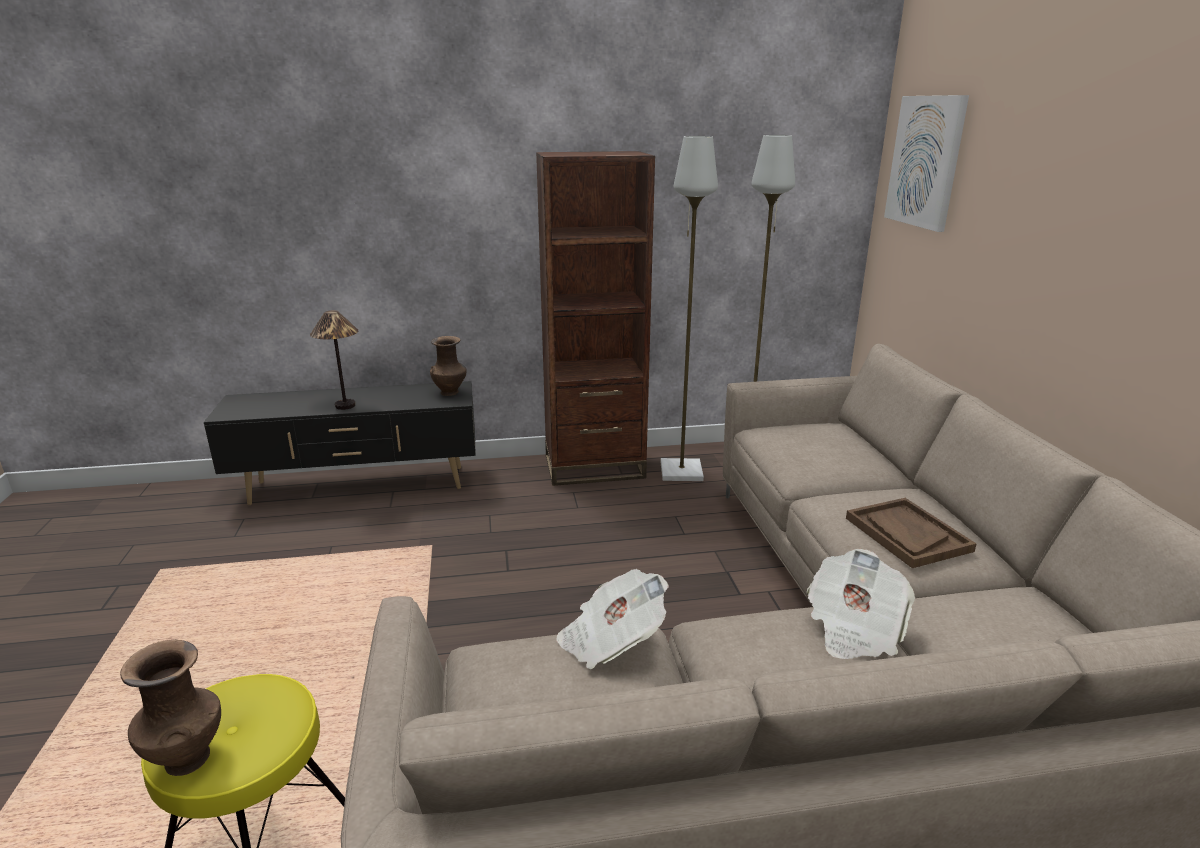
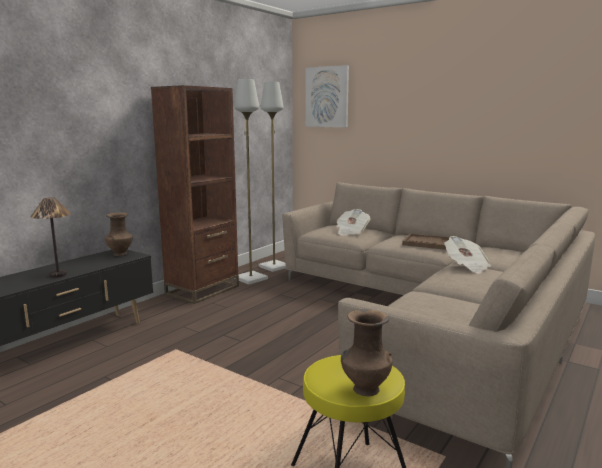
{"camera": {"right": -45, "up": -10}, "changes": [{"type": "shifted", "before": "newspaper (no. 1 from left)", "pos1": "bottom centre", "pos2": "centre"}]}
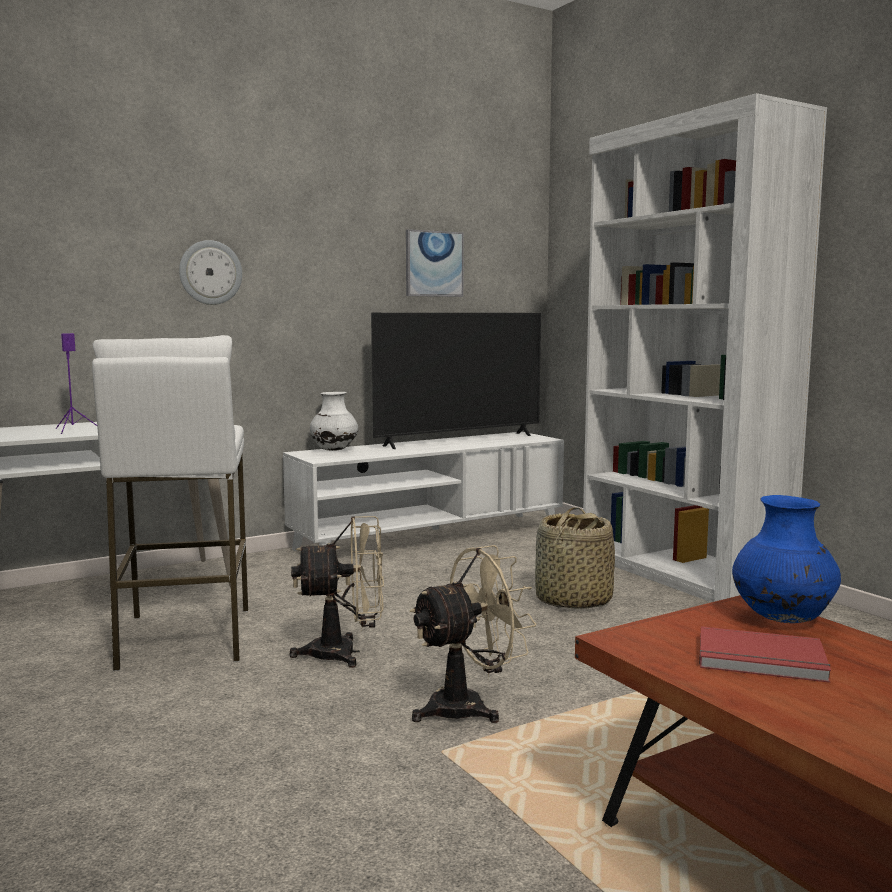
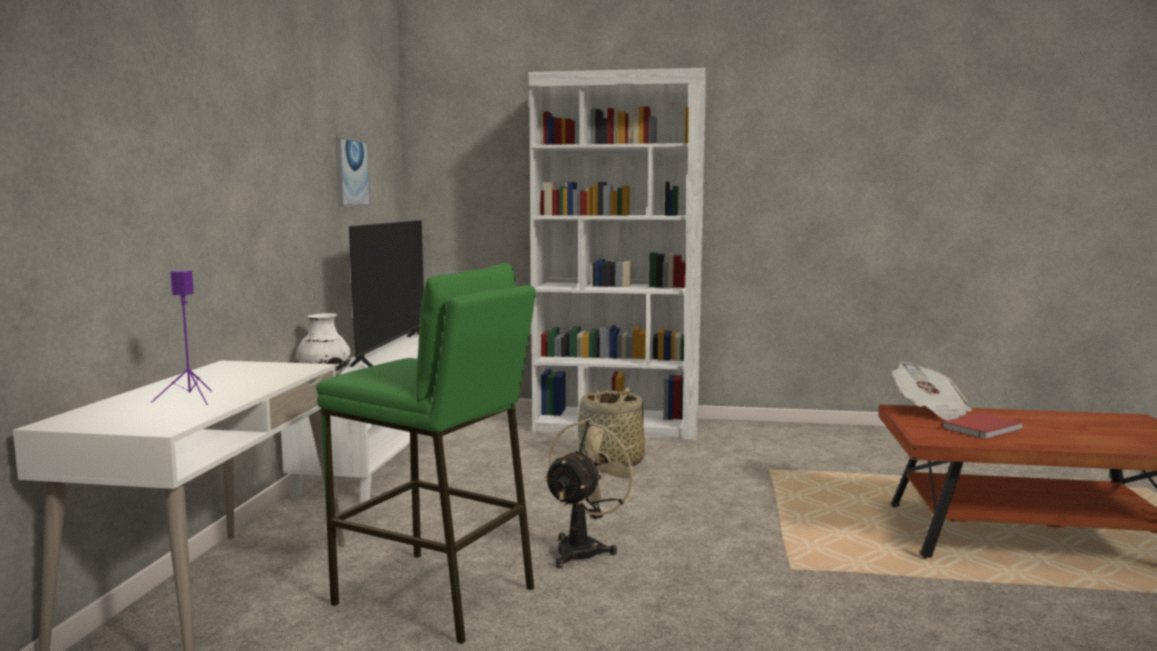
{"camera": {"right": -50, "up": 0}, "changes": [{"type": "repainted", "before": "white stool", "after": "green stool", "pos1": "middle left", "pos2": "bottom centre"}, {"type": "gone", "before": "wall clock", "pos1": "top left"}, {"type": "gone", "before": "beige fan (no. 2 from left)", "pos1": "bottom centre"}, {"type": "swapped", "before": "blue vase", "after": "newspaper", "pos1": "middle right", "pos2": "middle right"}]}
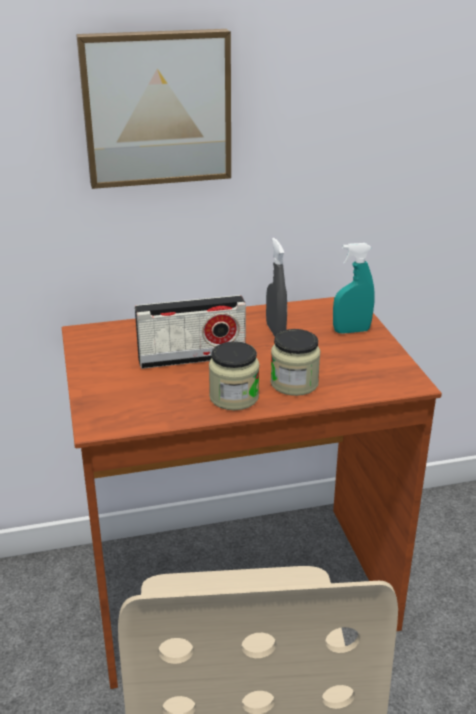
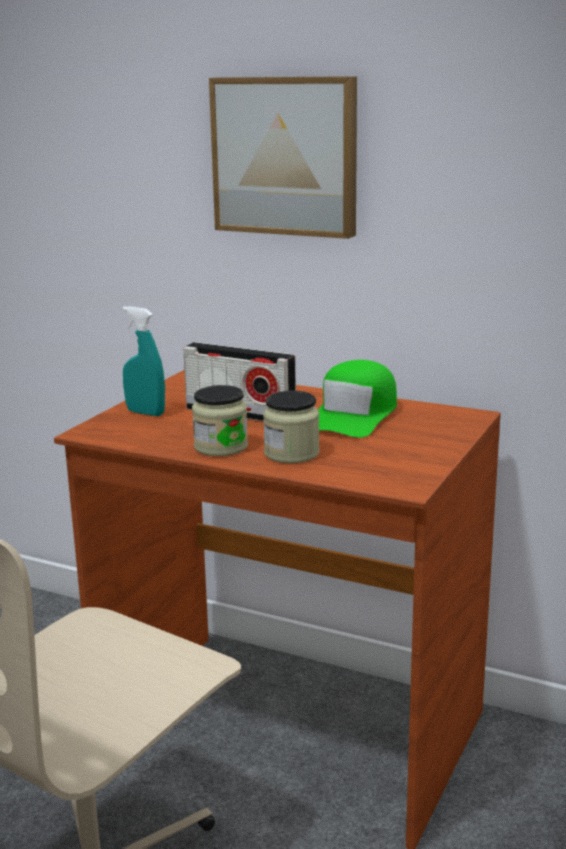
{"camera": {"right": 40, "up": -10}, "changes": [{"type": "swapped", "before": "grey spray bottle", "after": "green cap", "pos1": "centre", "pos2": "centre"}, {"type": "shifted", "before": "turquoise spray bottle", "pos1": "middle right", "pos2": "middle left"}]}
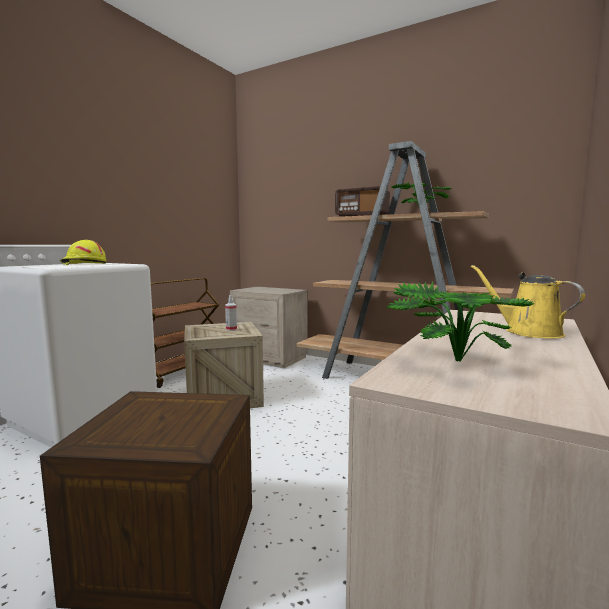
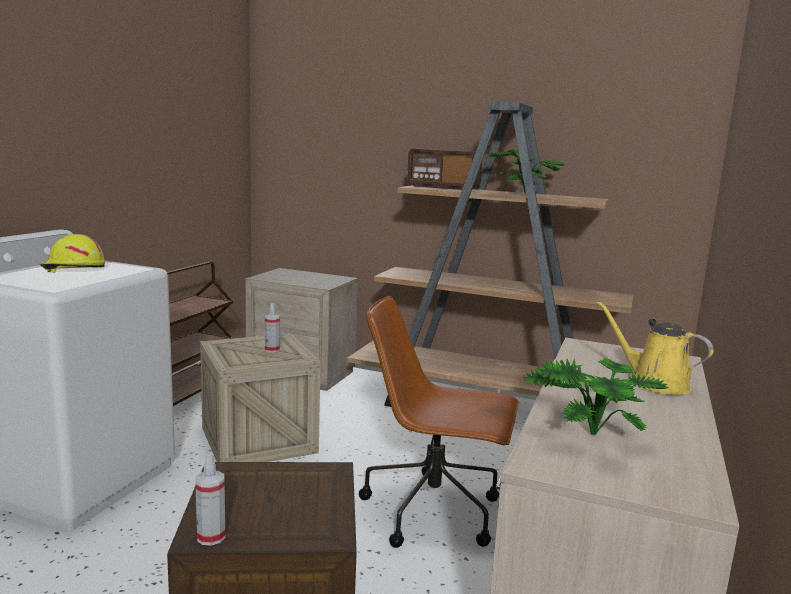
{"camera": {"right": -10, "up": 5}, "changes": [{"type": "new", "after": "spray bottle (no. 1 from left)", "pos2": "bottom left"}, {"type": "new", "after": "brown office chair", "pos2": "bottom centre"}]}
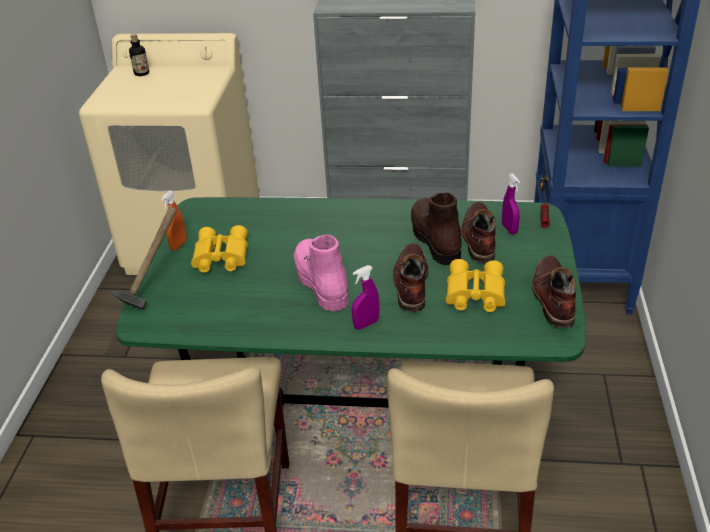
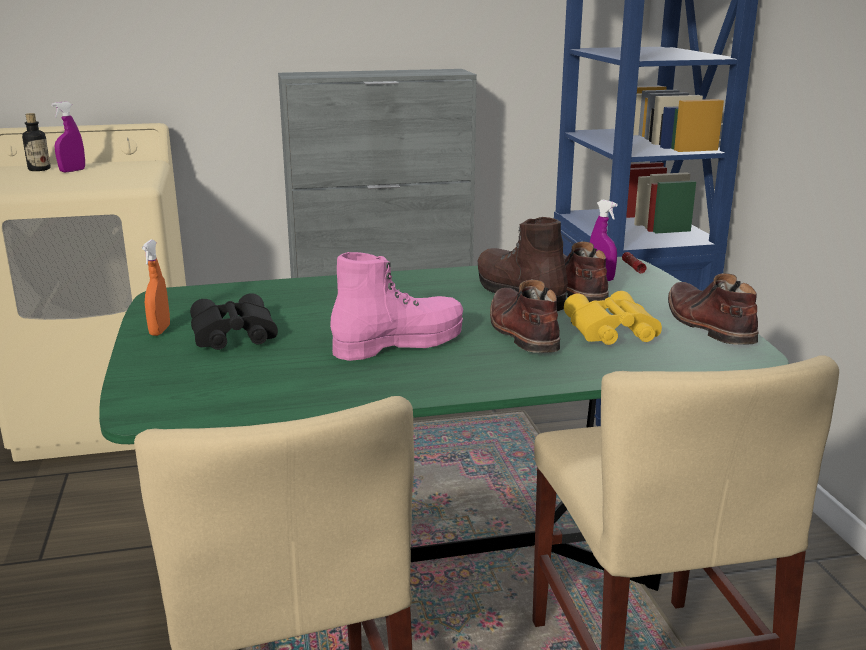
{"camera": {"right": -20, "up": -15}, "changes": [{"type": "gone", "before": "hammer", "pos1": "middle left"}, {"type": "repainted", "before": "yellow binoculars (no. 1 from left)", "after": "black binoculars", "pos1": "middle left", "pos2": "middle left"}, {"type": "rotated", "before": "pink boot", "pos1": "centre", "pos2": "centre", "turn": 105}, {"type": "shifted", "before": "purple spray bottle (no. 1 from left)", "pos1": "centre", "pos2": "top left"}]}
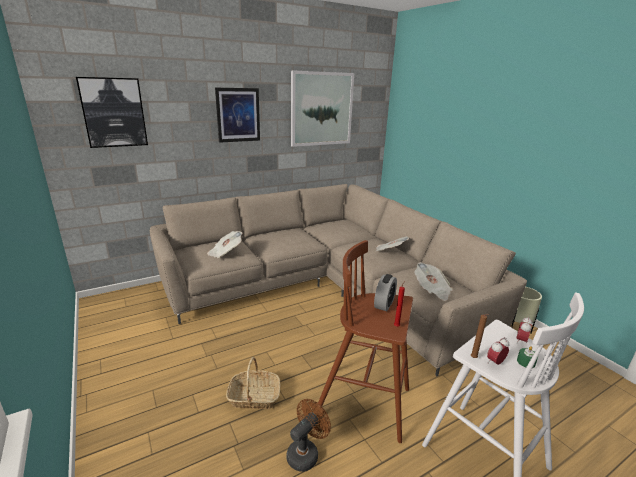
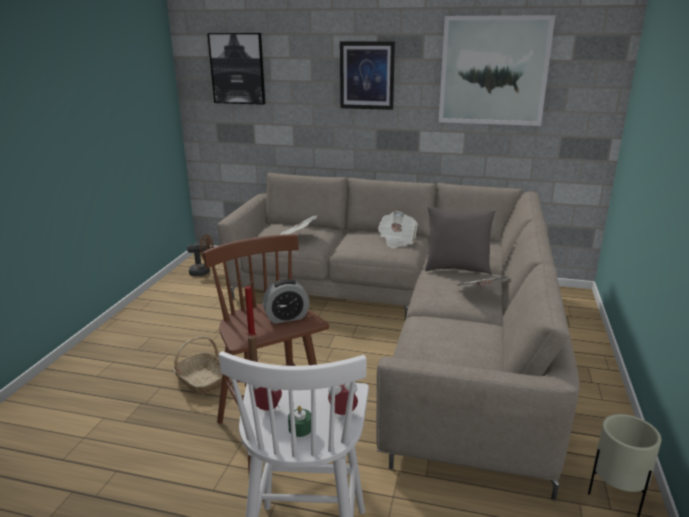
{"camera": {"right": 45, "up": 0}, "changes": [{"type": "shifted", "before": "brown fan", "pos1": "bottom centre", "pos2": "middle left"}, {"type": "shifted", "before": "newspaper (no. 3 from left in the first image)", "after": "newspaper (no. 2 from left)", "pos1": "middle right", "pos2": "centre"}, {"type": "new", "after": "grey pillow", "pos2": "middle right"}]}
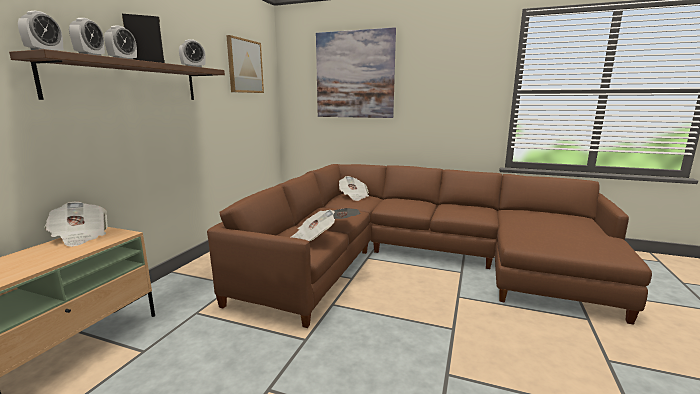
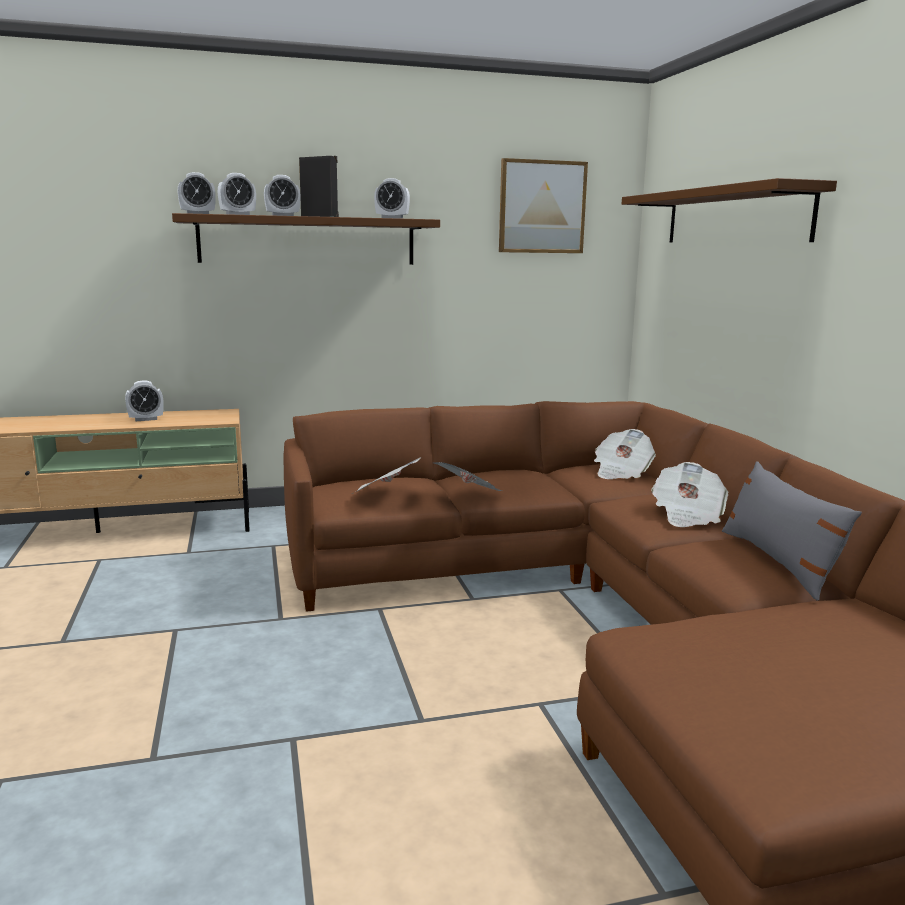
{"camera": {"right": 55, "up": 0}, "changes": [{"type": "shifted", "before": "newspaper (no. 1 from left in the first image)", "after": "newspaper (no. 4 from left)", "pos1": "middle left", "pos2": "middle right"}, {"type": "swapped", "before": "picture (no. 2 from left)", "after": "brown shelf (no. 2 from left)", "pos1": "top centre", "pos2": "top right"}, {"type": "new", "after": "alarm clock (no. 1 from left)", "pos2": "middle left"}, {"type": "new", "after": "grey pillow", "pos2": "middle right"}]}
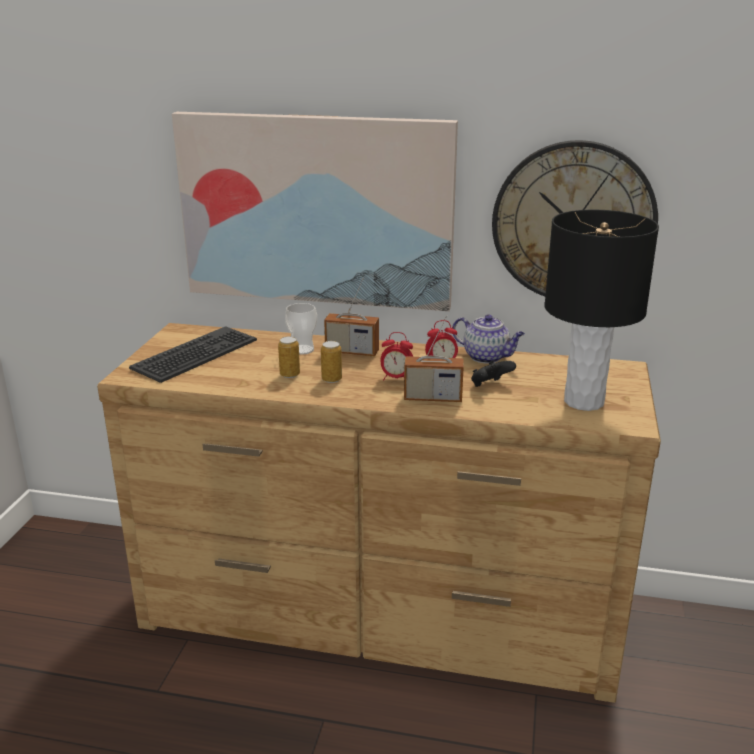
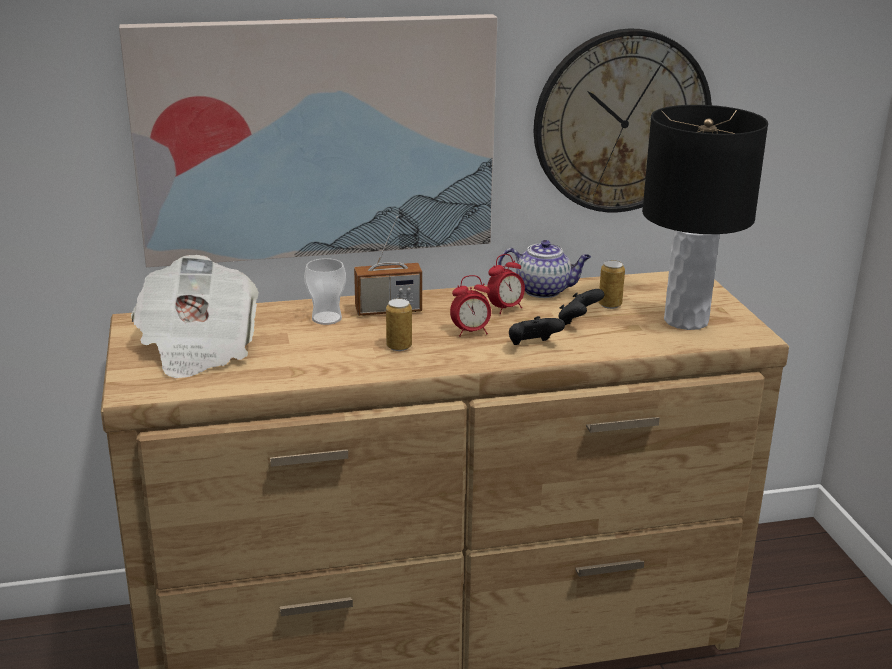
{"camera": {"right": -25, "up": 0}, "changes": [{"type": "swapped", "before": "keyboard", "after": "newspaper", "pos1": "middle left", "pos2": "middle left"}, {"type": "shifted", "before": "can (no. 1 from left in the first image)", "after": "can (no. 2 from left)", "pos1": "centre", "pos2": "middle right"}, {"type": "swapped", "before": "radio (no. 2 from left)", "after": "black game controller (no. 1 from left)", "pos1": "centre", "pos2": "centre"}]}
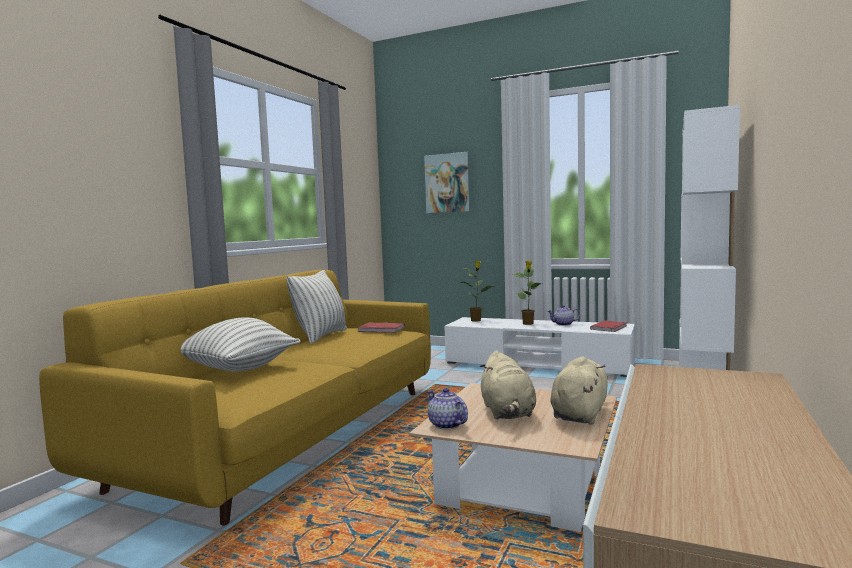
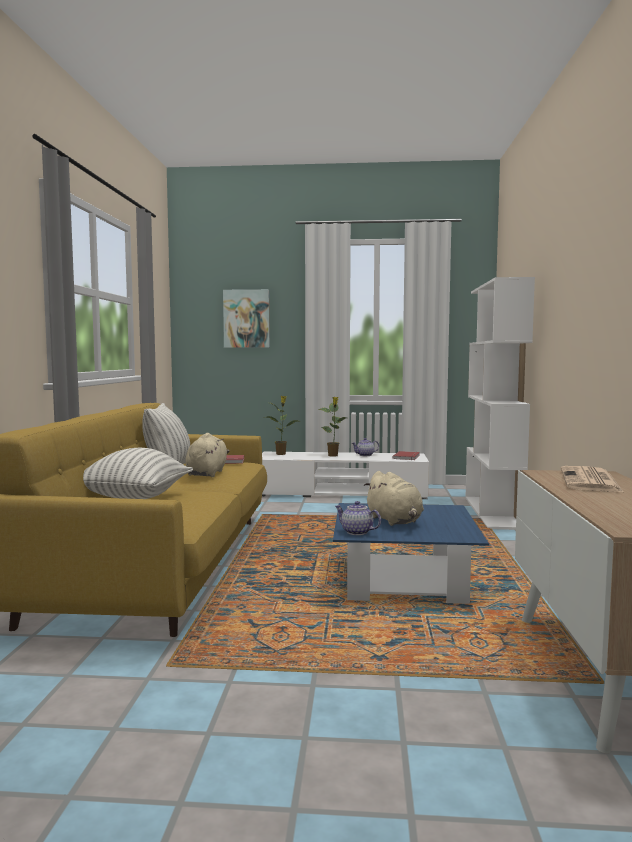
{"camera": {"right": -20, "up": 0}, "changes": [{"type": "repainted", "before": "beige coffee table", "after": "blue coffee table", "pos1": "bottom centre", "pos2": "centre"}, {"type": "shifted", "before": "beige plush toy (no. 2 from left in the first image)", "after": "beige plush toy (no. 1 from left)", "pos1": "bottom right", "pos2": "middle left"}, {"type": "new", "after": "newspaper", "pos2": "middle right"}]}
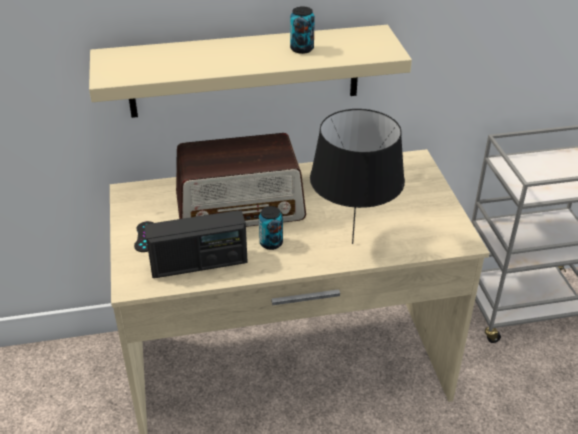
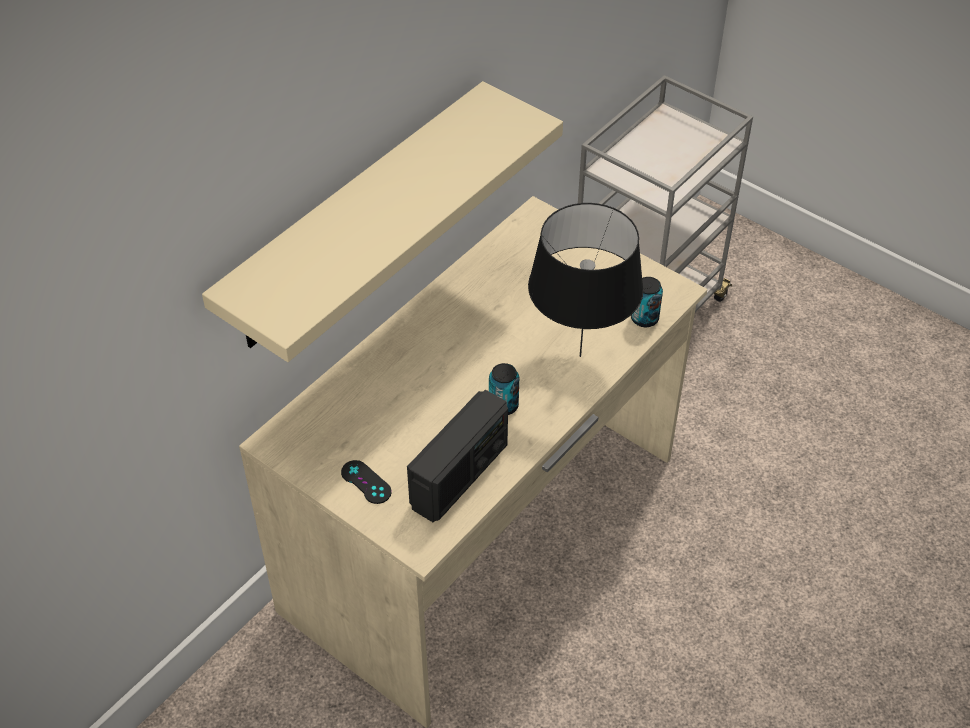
{"camera": {"right": -40, "up": 10}, "changes": [{"type": "gone", "before": "radio (no. 2 from left)", "pos1": "centre"}, {"type": "shifted", "before": "can (no. 2 from left)", "pos1": "top centre", "pos2": "middle right"}]}
